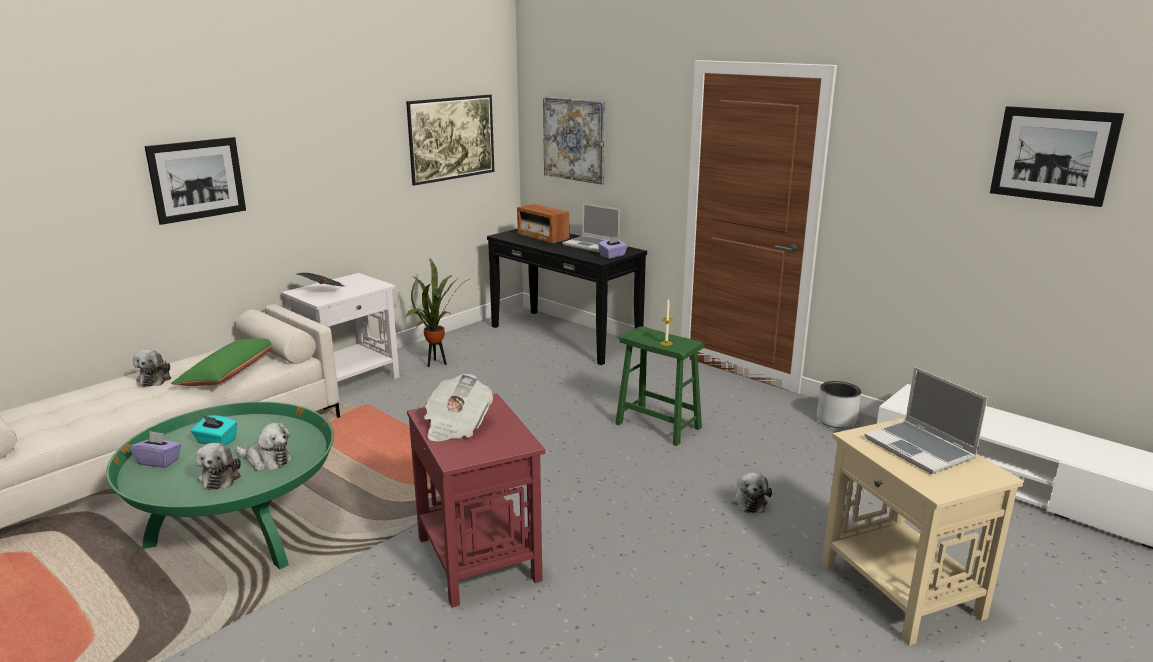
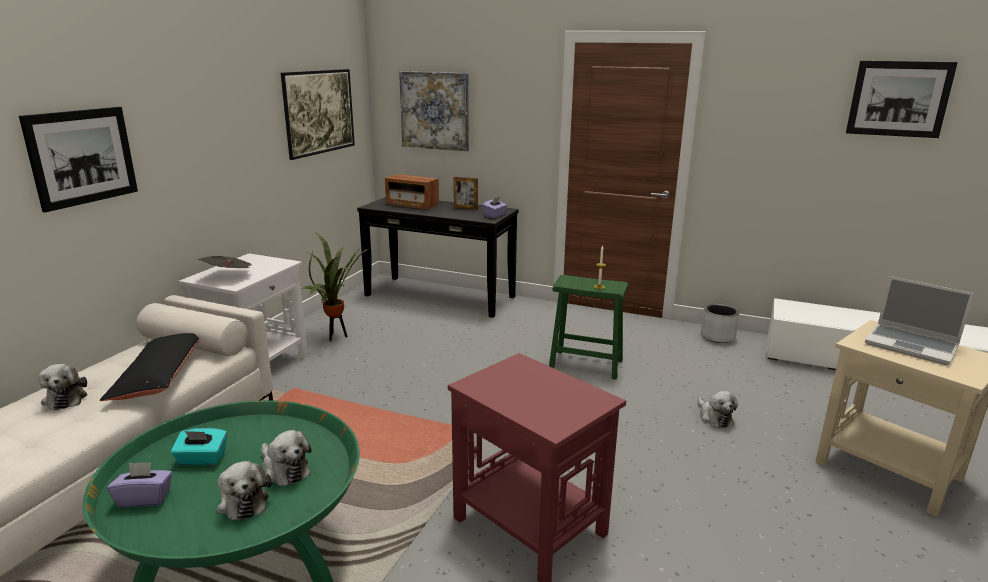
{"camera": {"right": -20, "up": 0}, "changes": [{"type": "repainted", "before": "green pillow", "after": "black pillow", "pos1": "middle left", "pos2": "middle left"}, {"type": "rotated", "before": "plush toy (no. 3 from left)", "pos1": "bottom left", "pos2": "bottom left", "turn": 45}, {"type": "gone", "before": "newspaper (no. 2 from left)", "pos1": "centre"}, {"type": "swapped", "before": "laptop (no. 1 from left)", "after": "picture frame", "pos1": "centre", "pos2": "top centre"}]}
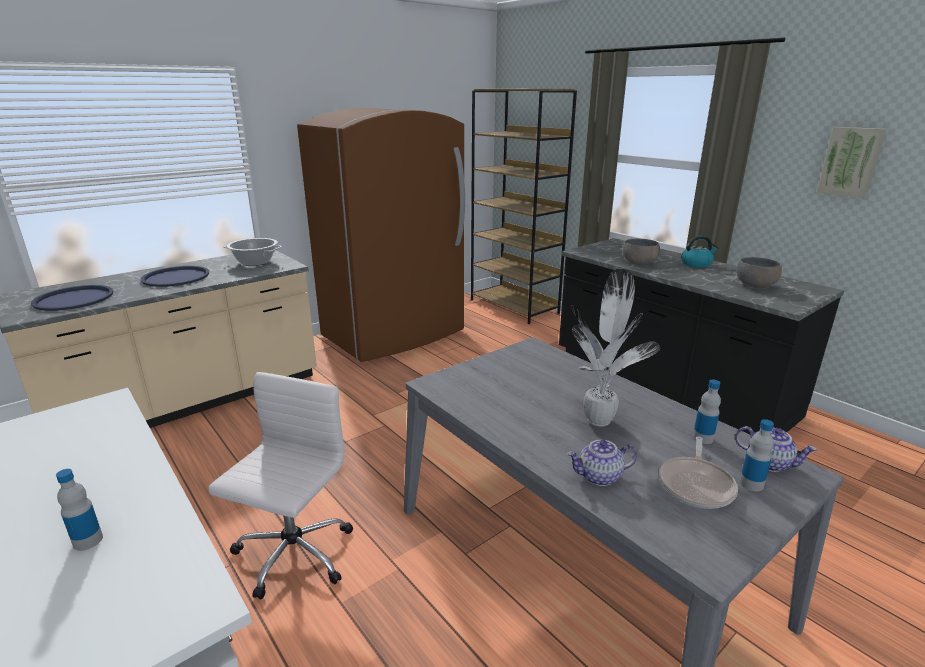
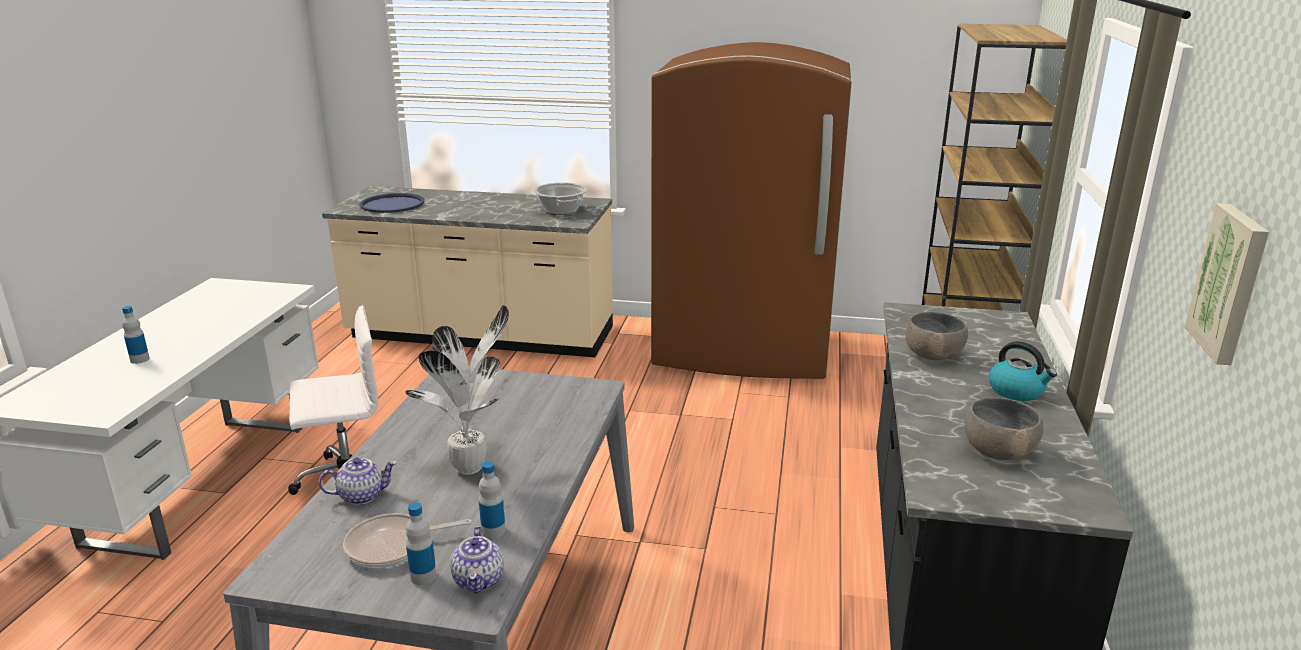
{"camera": {"right": 50, "up": 0}, "changes": [{"type": "gone", "before": "blue tray (no. 2 from left)", "pos1": "middle left"}, {"type": "rotated", "before": "teapot (no. 1 from left)", "pos1": "bottom centre", "pos2": "bottom left", "turn": 120}]}
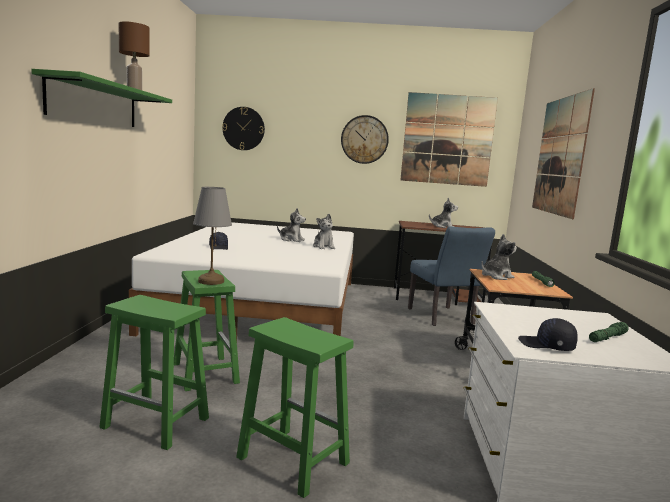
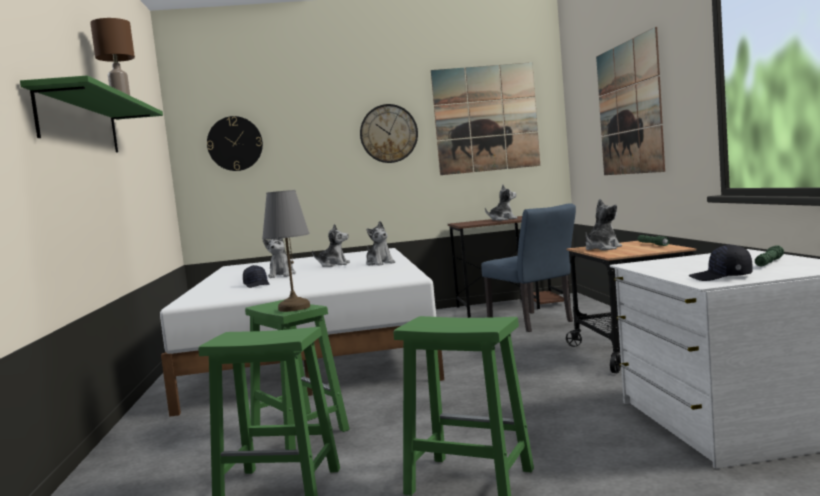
{"camera": {"right": -10, "up": -5}, "changes": [{"type": "new", "after": "plush toy (no. 1 from left)", "pos2": "centre"}]}
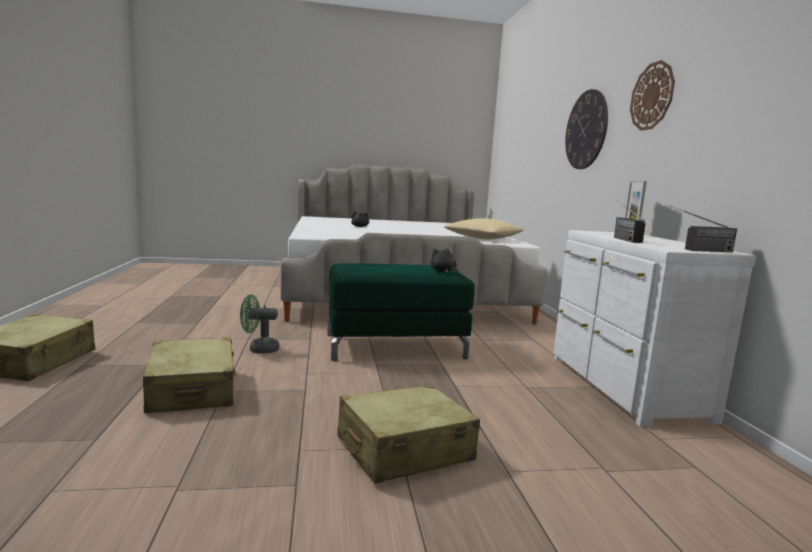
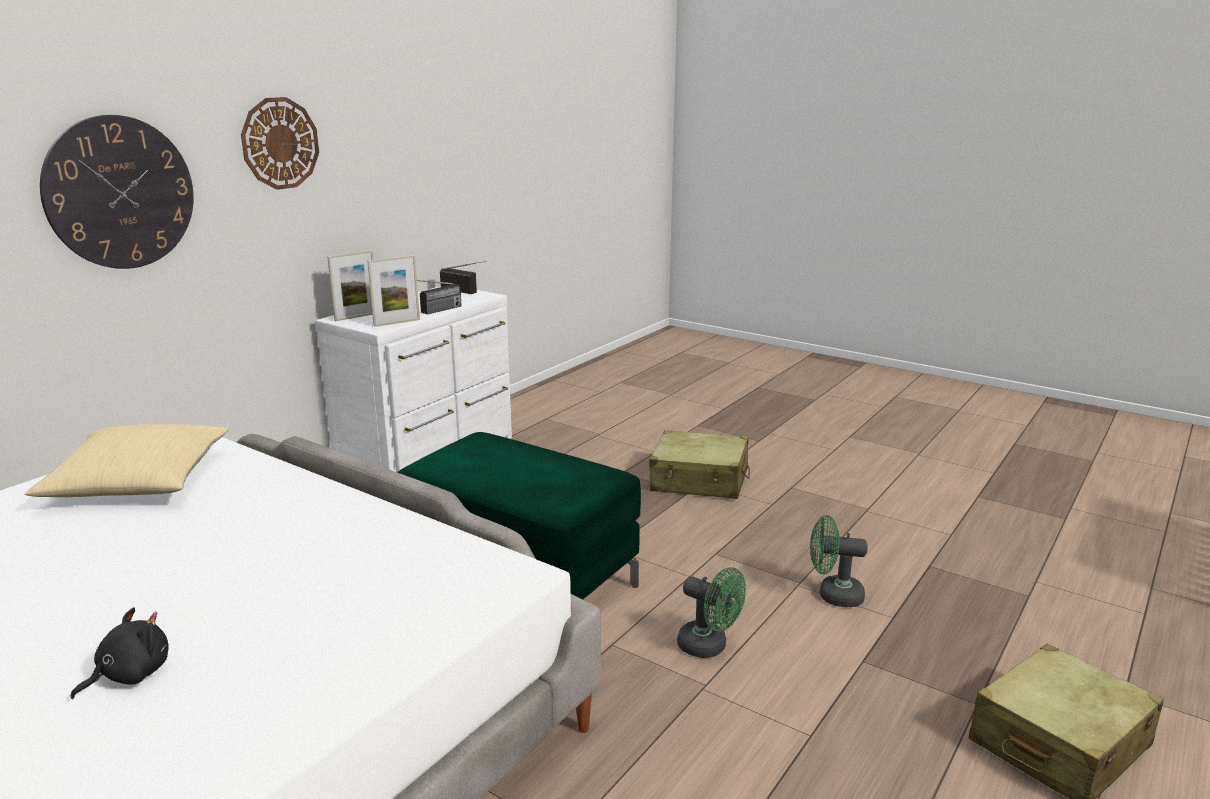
{"camera": {"right": -135, "up": 10}, "changes": [{"type": "swapped", "before": "beige suitcase (no. 2 from left)", "after": "green fan (no. 2 from left)", "pos1": "bottom left", "pos2": "bottom right"}, {"type": "gone", "before": "black plush toy (no. 2 from left)", "pos1": "centre"}, {"type": "new", "after": "picture frame (no. 2 from left)", "pos2": "middle left"}]}
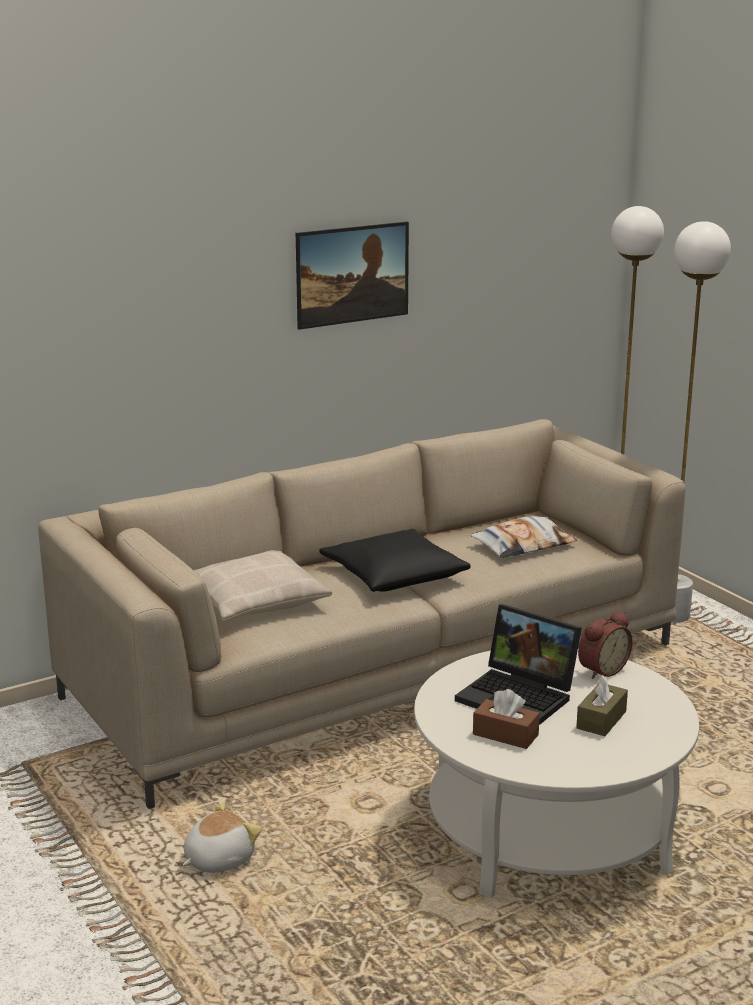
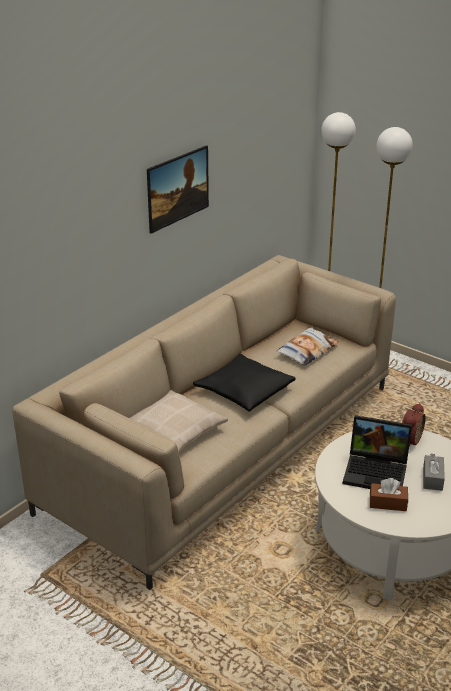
{"camera": {"right": -20, "up": 10}, "changes": [{"type": "gone", "before": "plush toy", "pos1": "bottom left"}, {"type": "repainted", "before": "brown tissue box (no. 2 from left)", "after": "grey tissue box", "pos1": "bottom right", "pos2": "bottom right"}]}
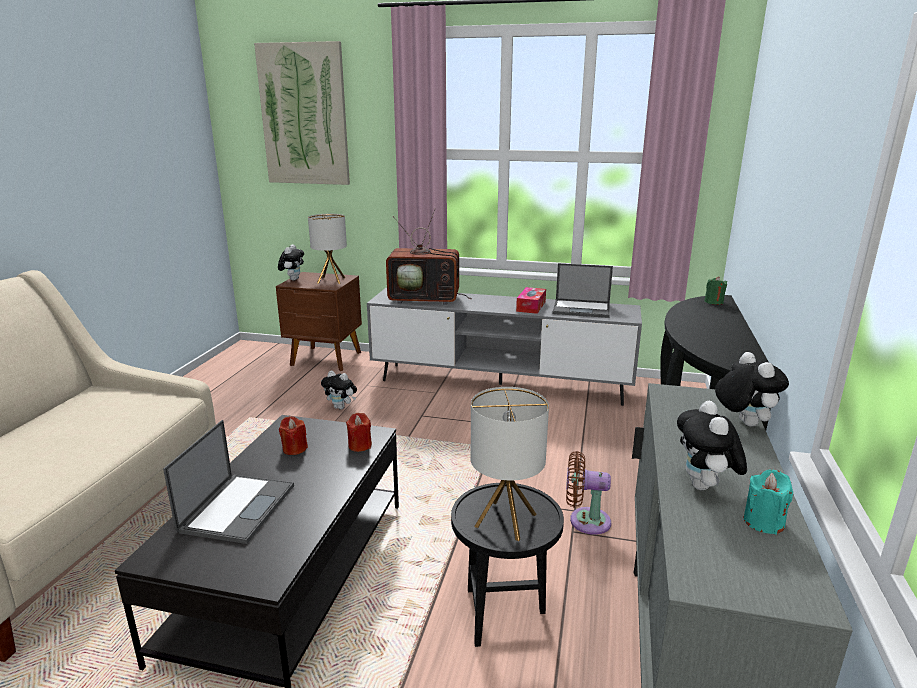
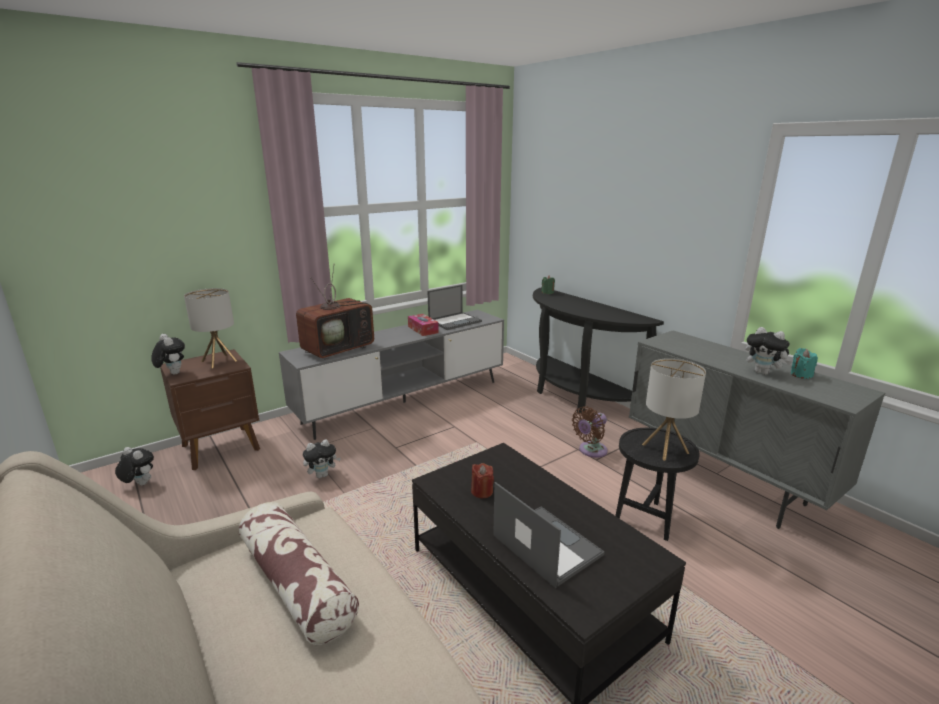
{"camera": {"right": -50, "up": 0}, "changes": [{"type": "gone", "before": "picture", "pos1": "top left"}, {"type": "gone", "before": "red candle (no. 2 from left)", "pos1": "centre"}, {"type": "shifted", "before": "plush toy (no. 4 from left in the first image)", "after": "plush toy (no. 1 from left)", "pos1": "middle right", "pos2": "middle left"}, {"type": "new", "after": "pillow", "pos2": "bottom left"}]}
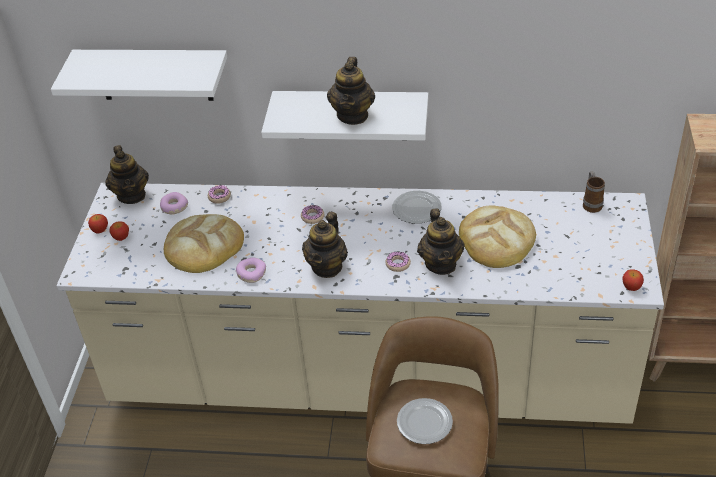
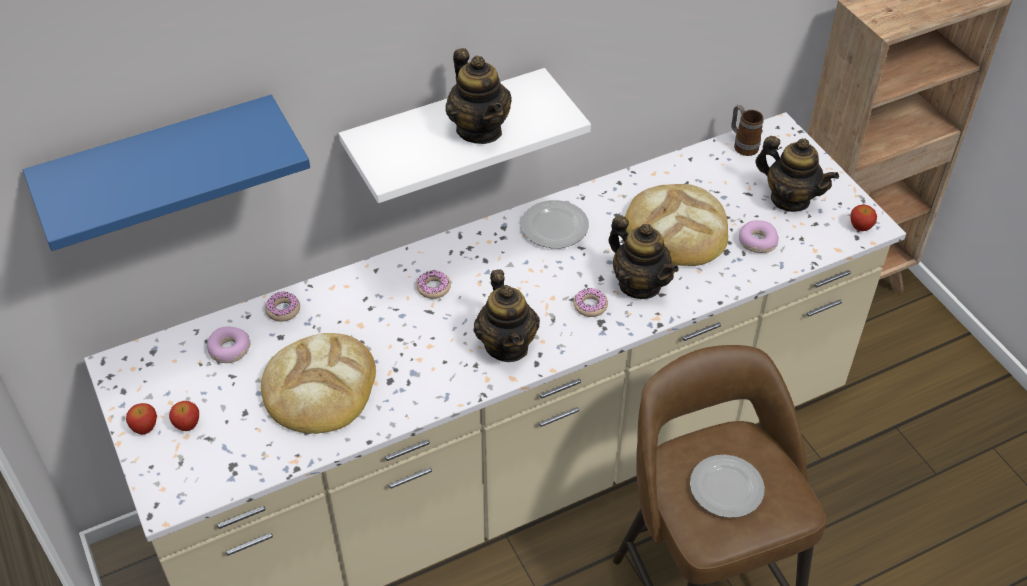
{"camera": {"right": -35, "up": 5}, "changes": [{"type": "repainted", "before": "white shelf (no. 1 from left)", "after": "blue shelf", "pos1": "top left", "pos2": "top left"}, {"type": "shifted", "before": "teapot (no. 1 from left in the first image)", "after": "teapot (no. 4 from left)", "pos1": "middle left", "pos2": "top right"}, {"type": "shifted", "before": "donut (no. 3 from left in the first image)", "after": "donut (no. 5 from left)", "pos1": "centre", "pos2": "middle right"}]}
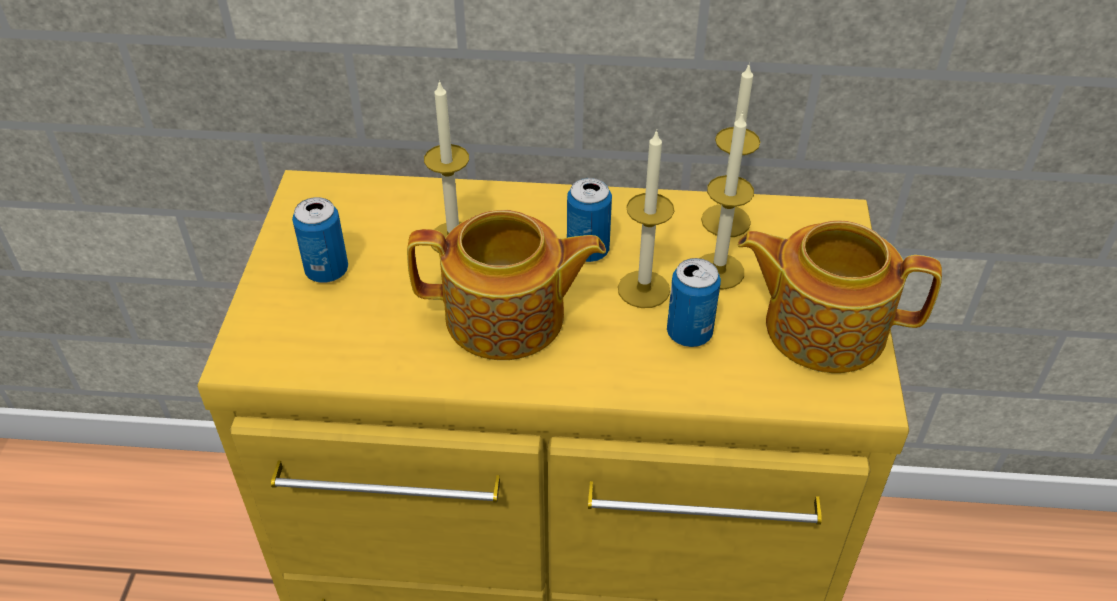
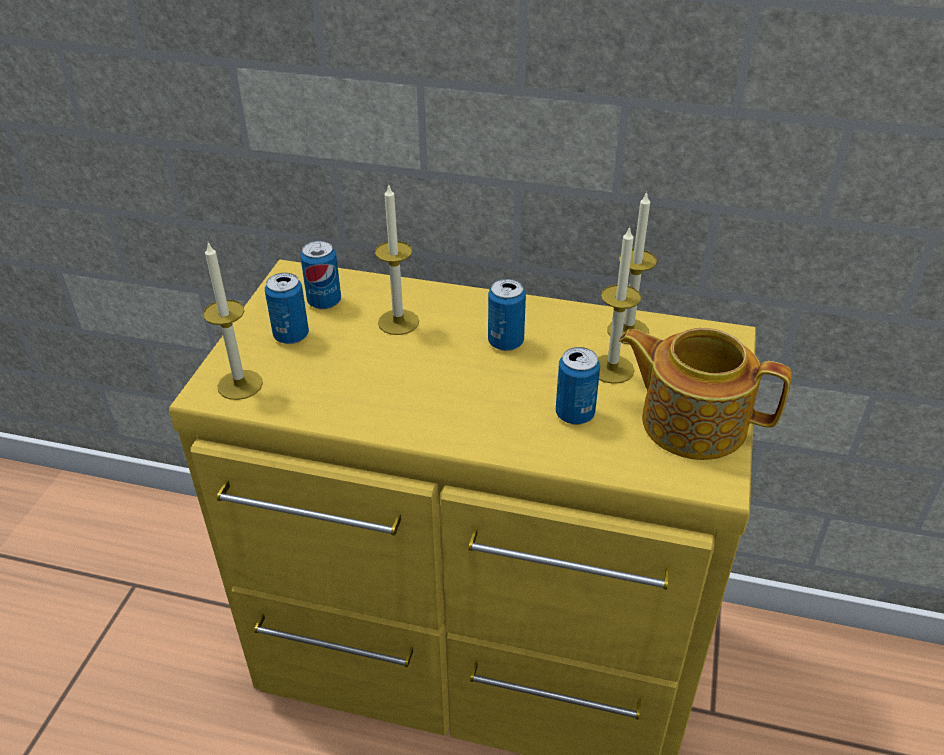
{"camera": {"right": 10, "up": -5}, "changes": [{"type": "gone", "before": "teapot (no. 1 from left)", "pos1": "centre"}, {"type": "shifted", "before": "candle (no. 2 from left in the first image)", "after": "candle (no. 1 from left)", "pos1": "centre", "pos2": "middle left"}, {"type": "new", "after": "can (no. 2 from left)", "pos2": "centre"}]}
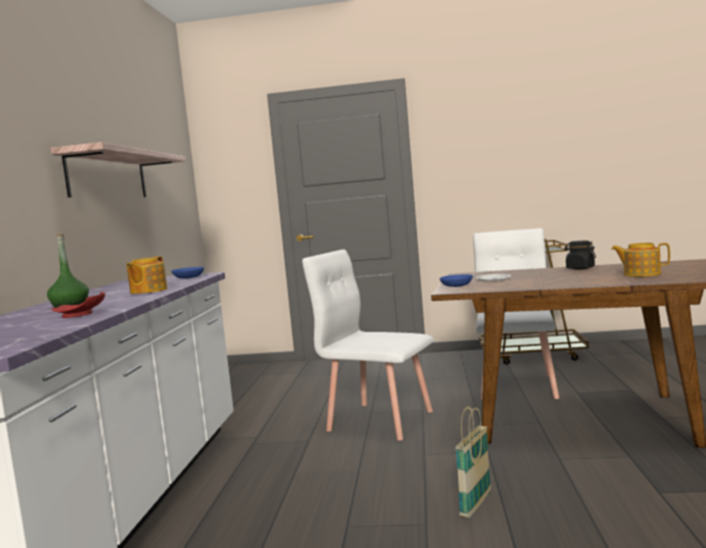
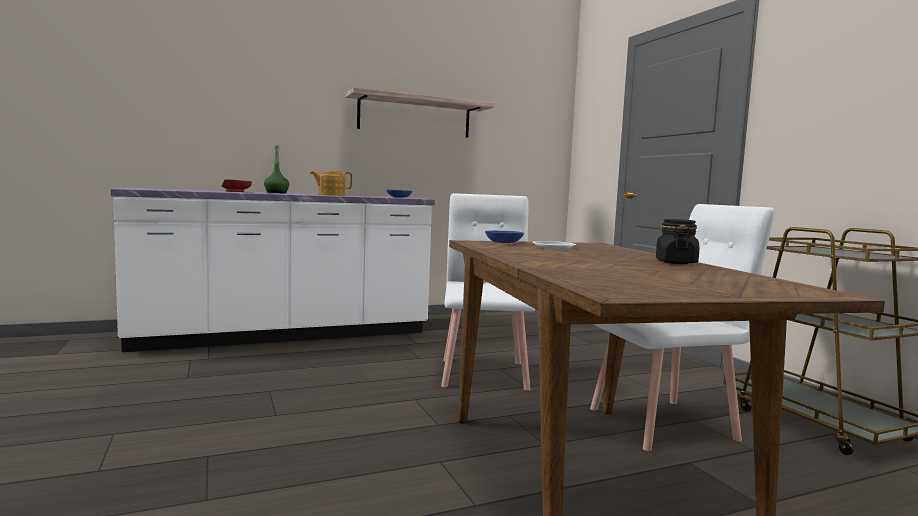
{"camera": {"right": 60, "up": 0}, "changes": [{"type": "gone", "before": "basket", "pos1": "bottom right"}, {"type": "gone", "before": "teapot (no. 2 from left)", "pos1": "middle right"}]}
